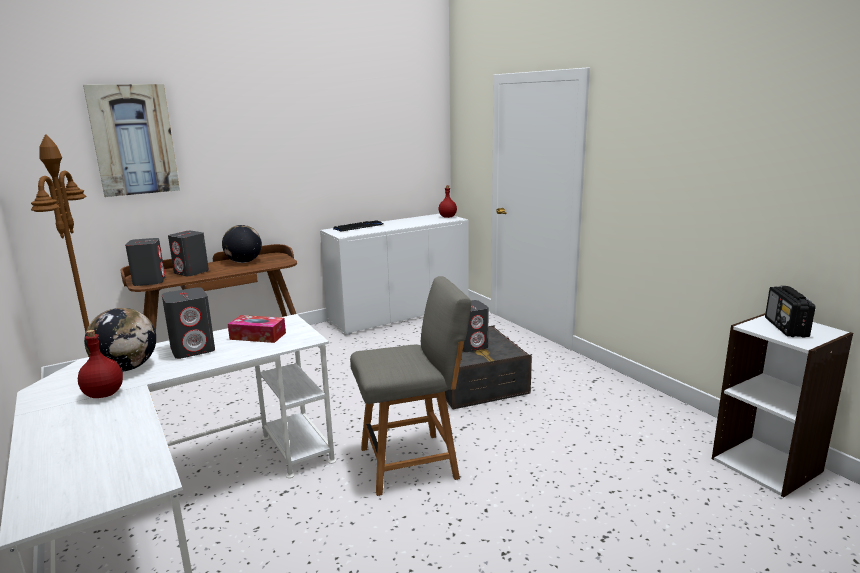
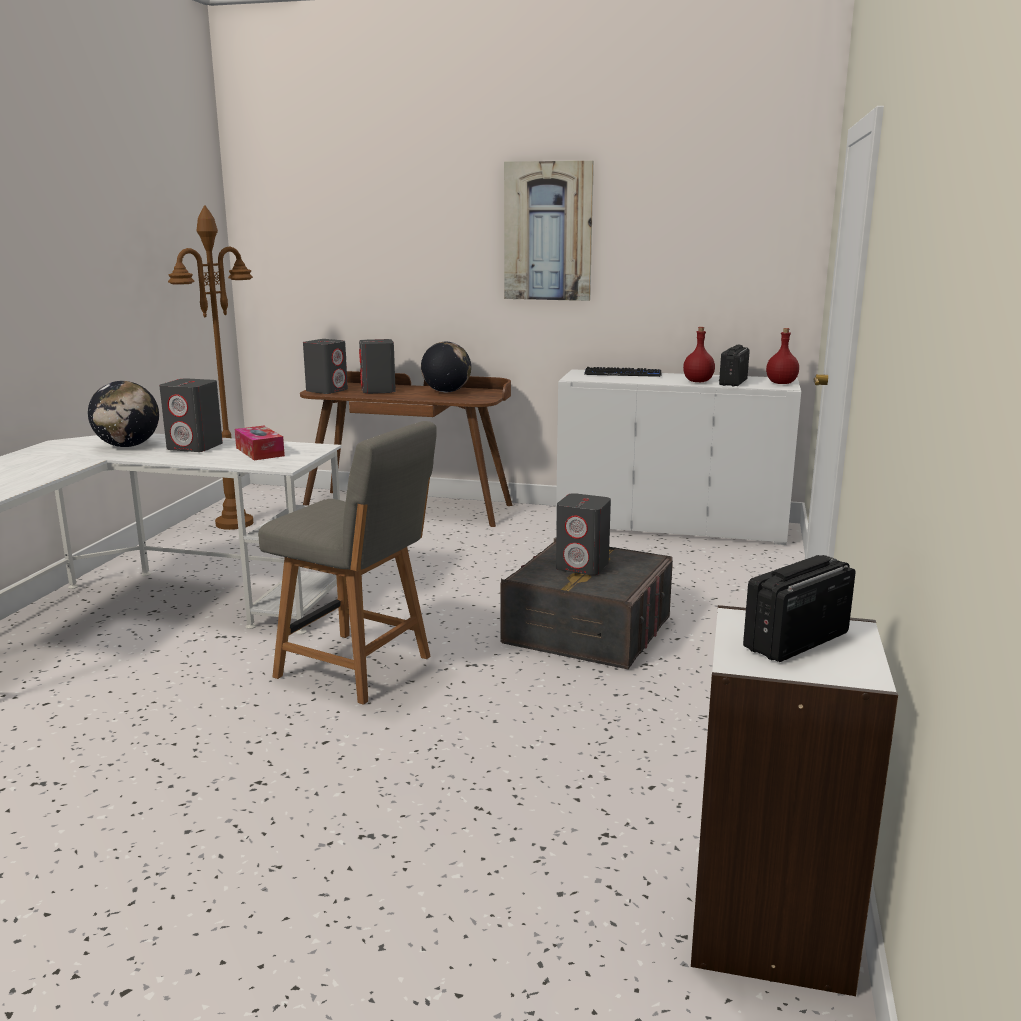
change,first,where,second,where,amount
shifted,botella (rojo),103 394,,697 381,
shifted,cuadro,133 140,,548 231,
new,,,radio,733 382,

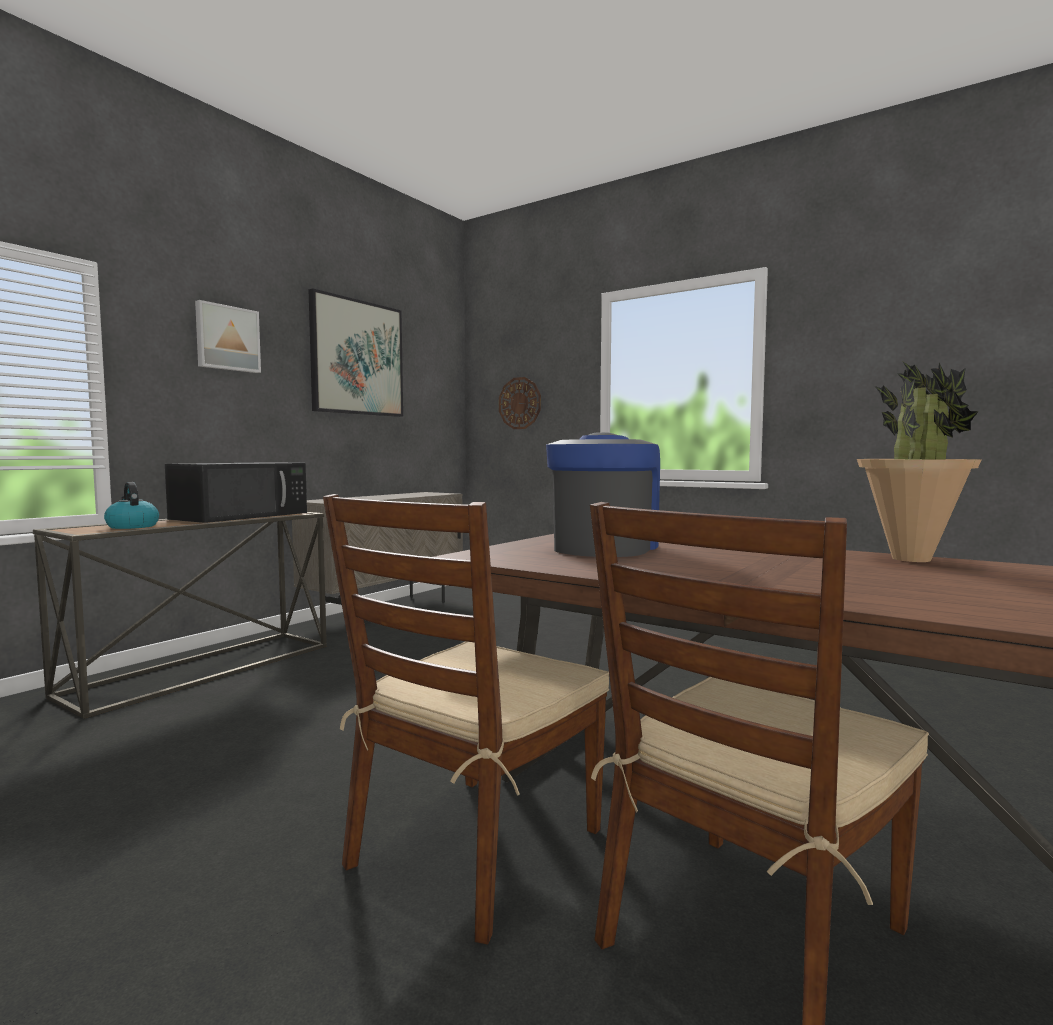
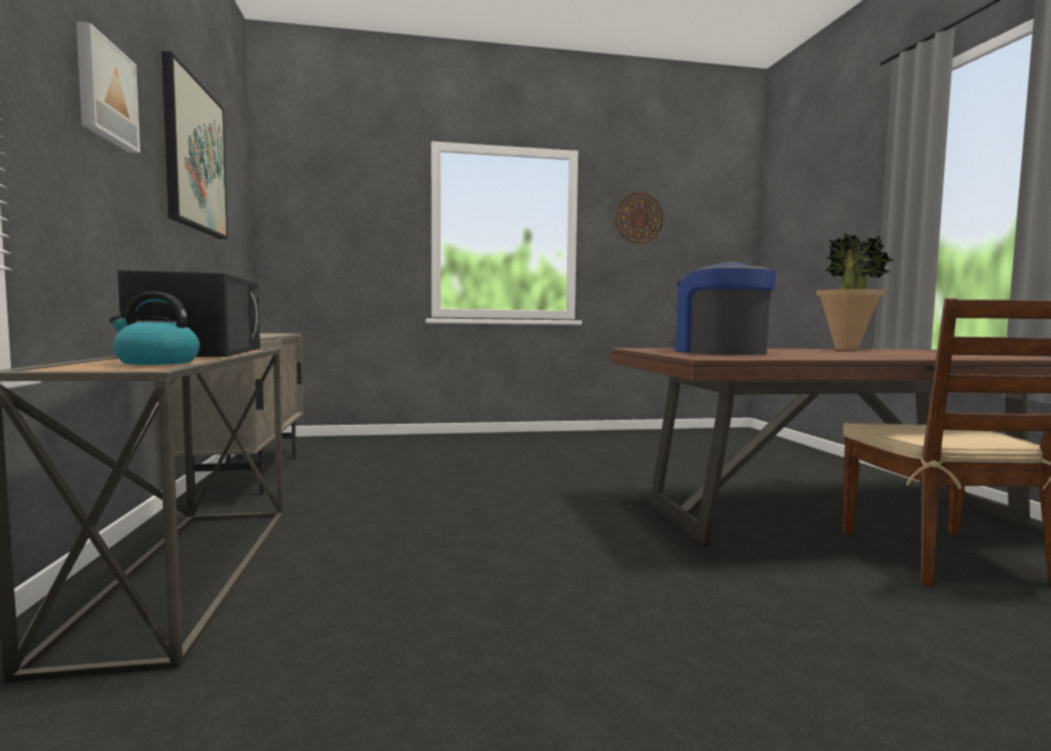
change,first,where,second,where,amount
gone,silla (marrón),475 848,,,
shifted,reloj de pared,520 403,,638 218,

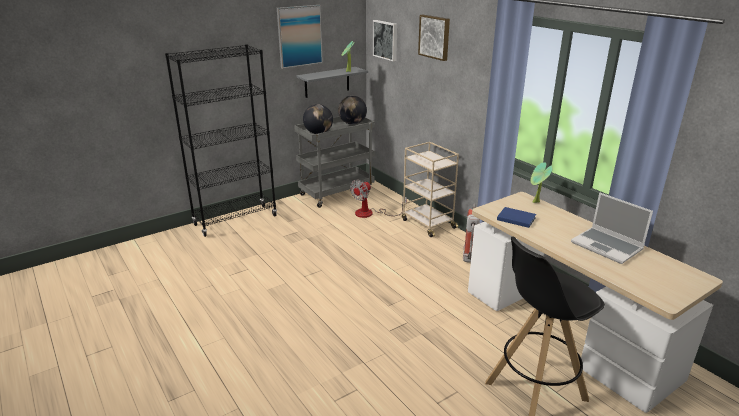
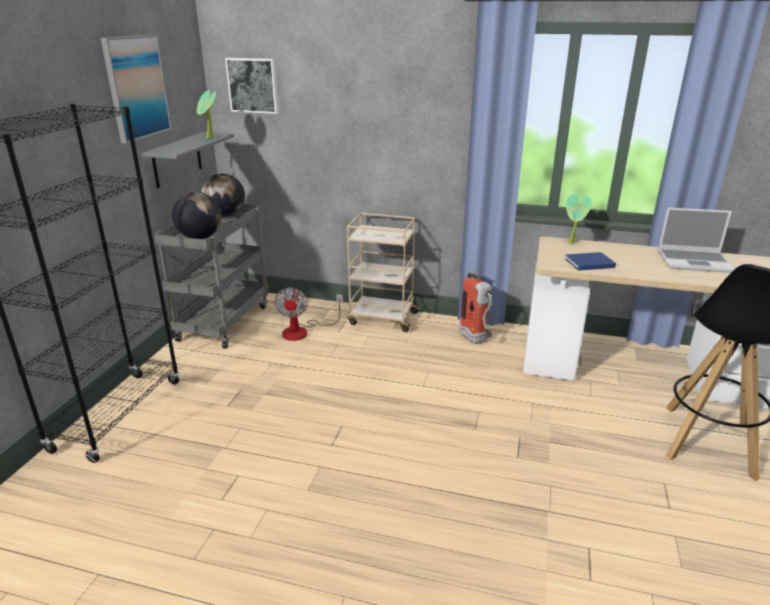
change,first,where,second,where,amount
gone,cuadro,435 37,,,

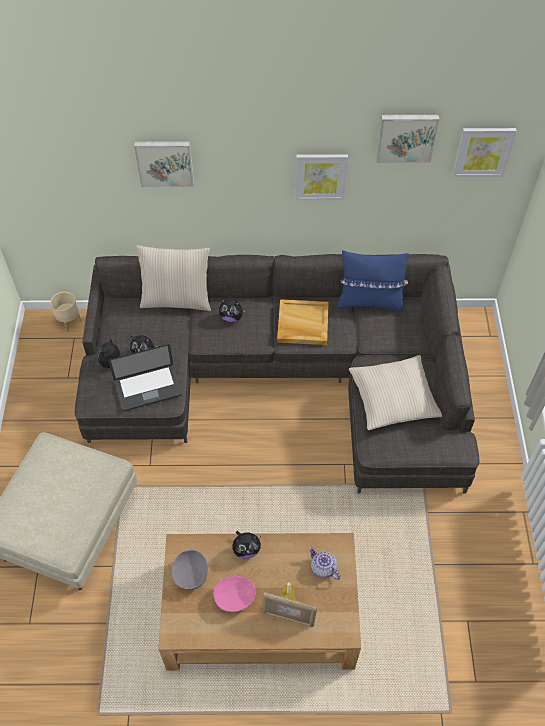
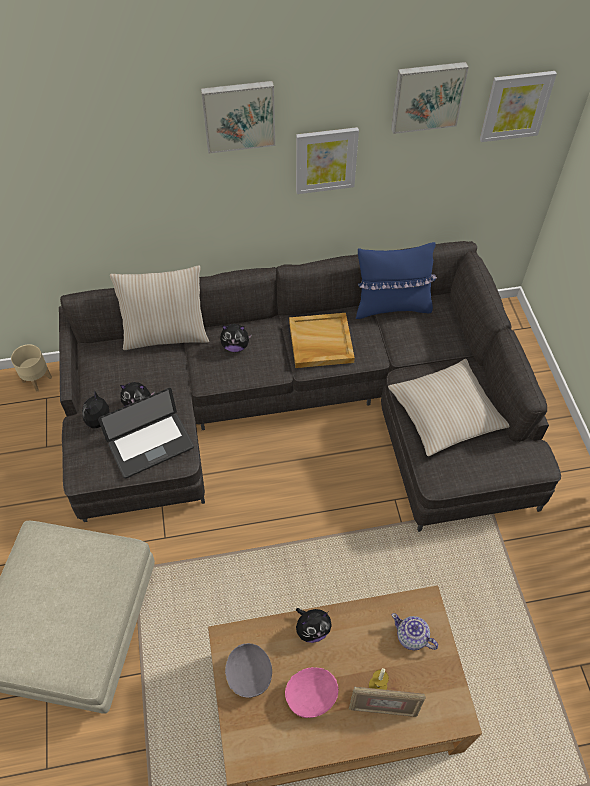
change,first,where,second,where,amount
shifted,cuadro,165 162,,238 115,

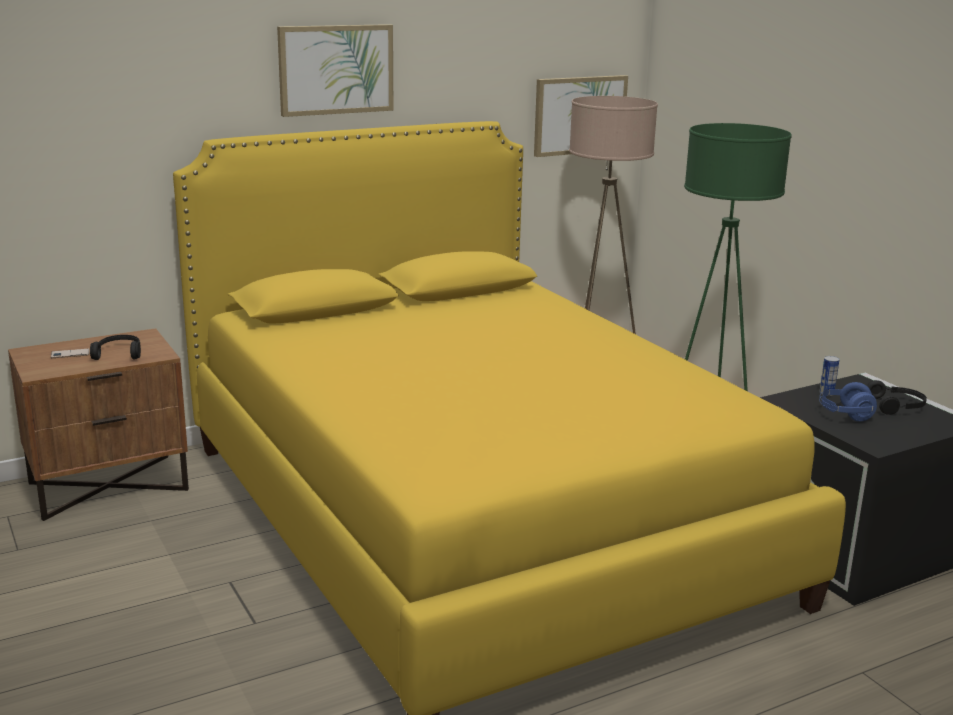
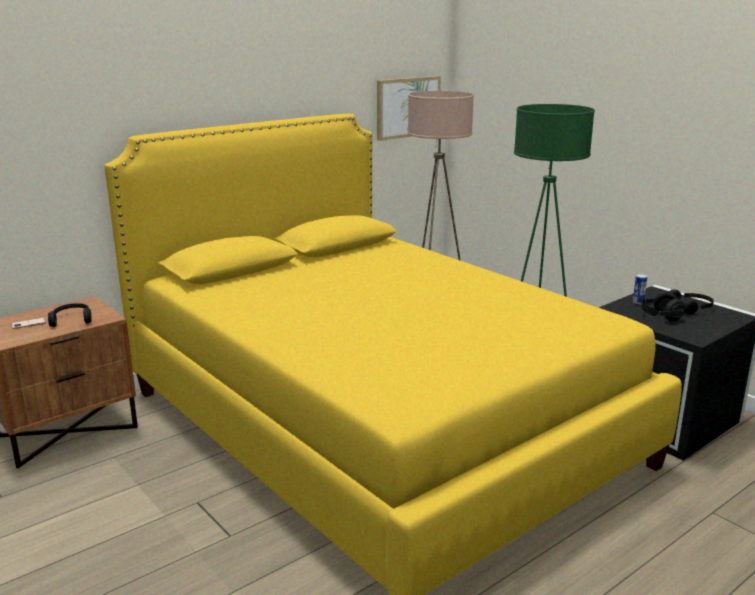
change,first,where,second,where,amount
gone,cuadro,336 69,,,
repainted,auriculares (azul),844 415,auriculares (negro),660 317,

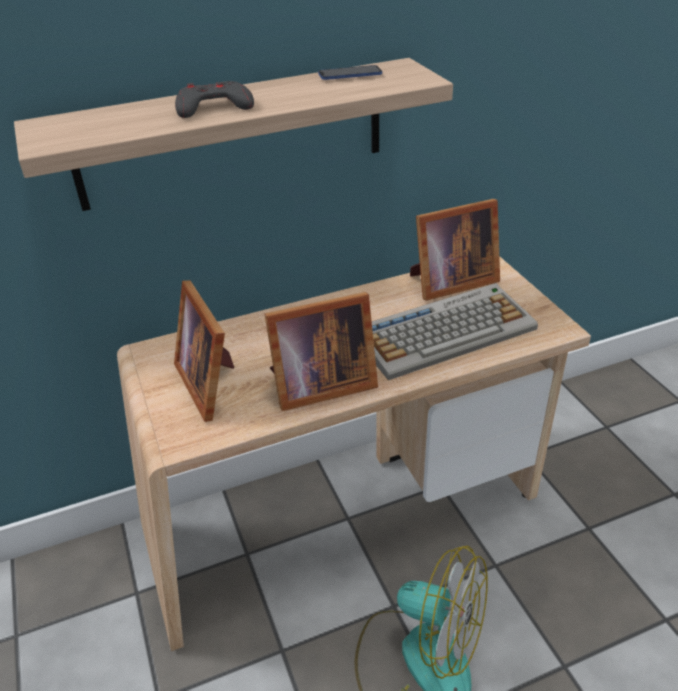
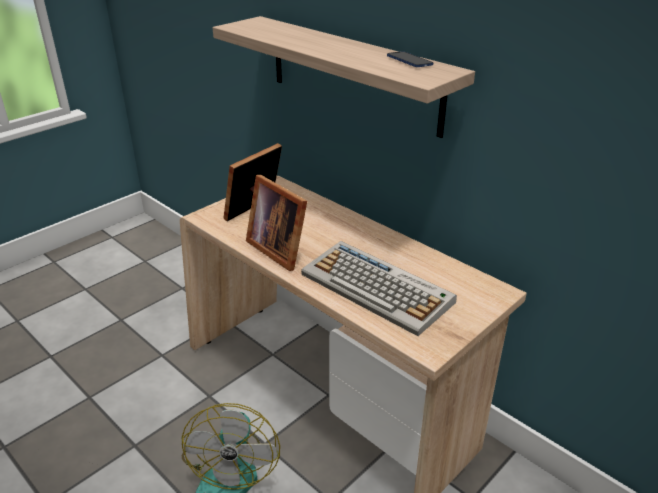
change,first,where,second,where,amount
gone,mando de consola (gris),213 107,,,
gone,portarretratos,449 282,,,

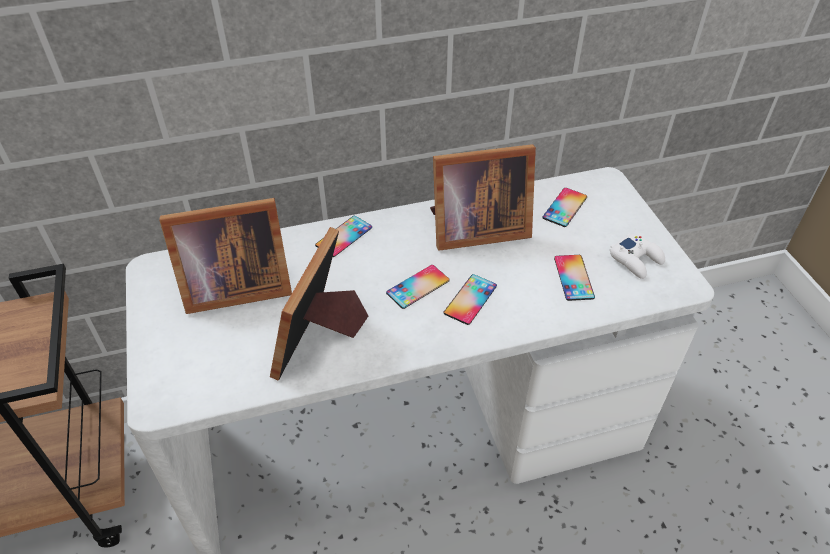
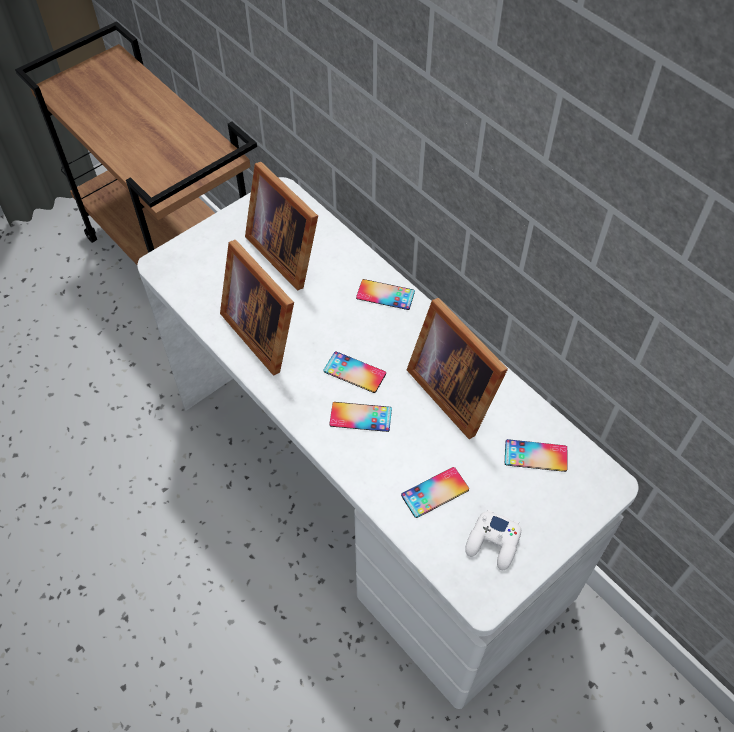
change,first,where,second,where,amount
rotated,portarretratos,321 338,,264 330,120 degrees counterclockwise

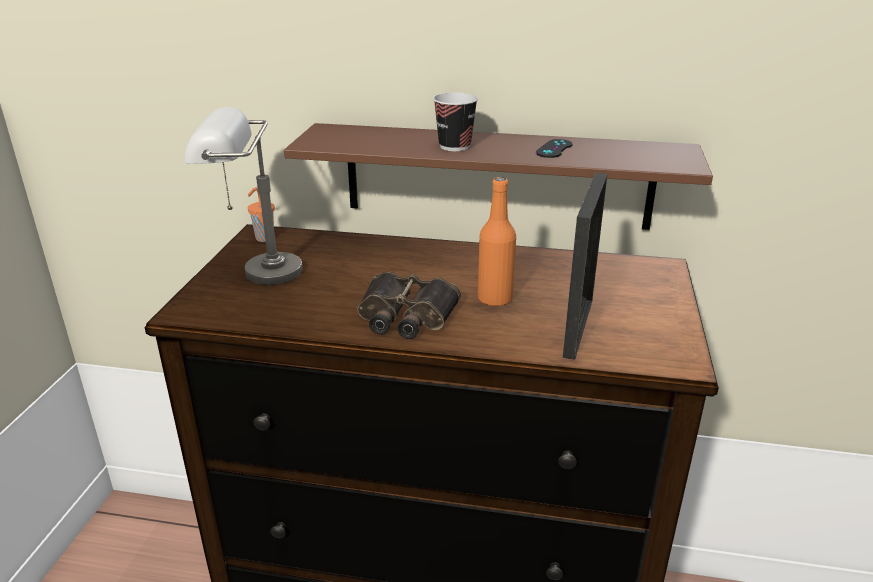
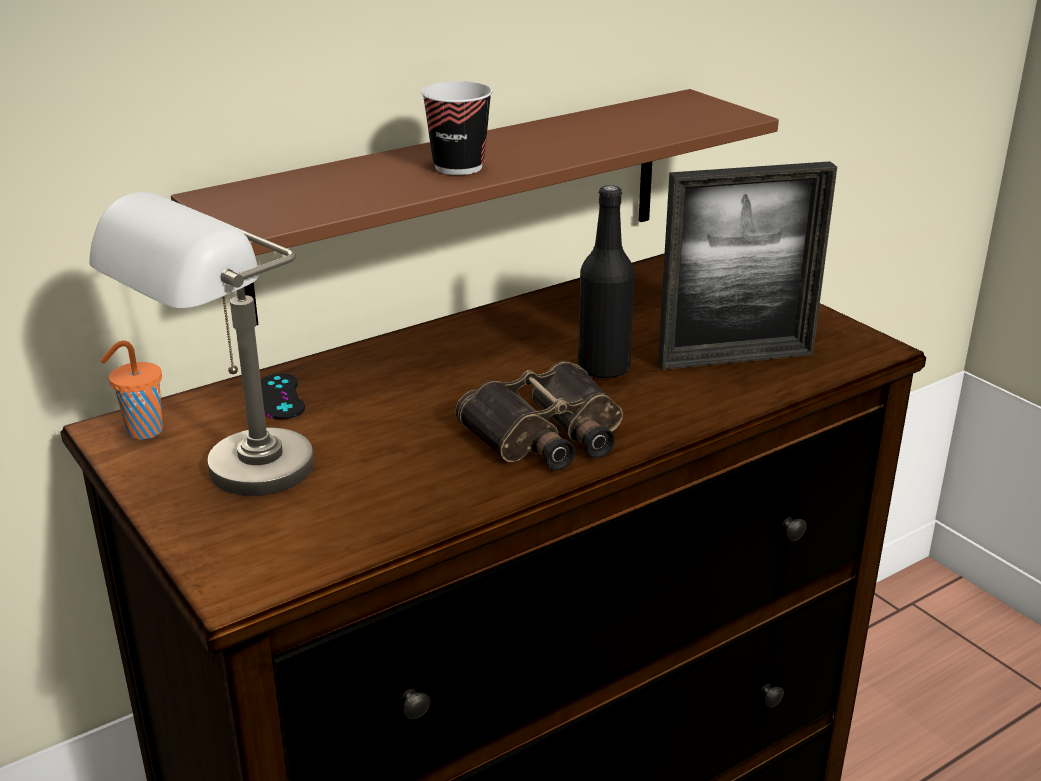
change,first,where,second,where,amount
repainted,botella (naranja),495 299,botella (negro),603 368,
shifted,mando de consola (negro),554 149,,281 397,
rotated,portarretratos,578 328,,735 358,105 degrees clockwise

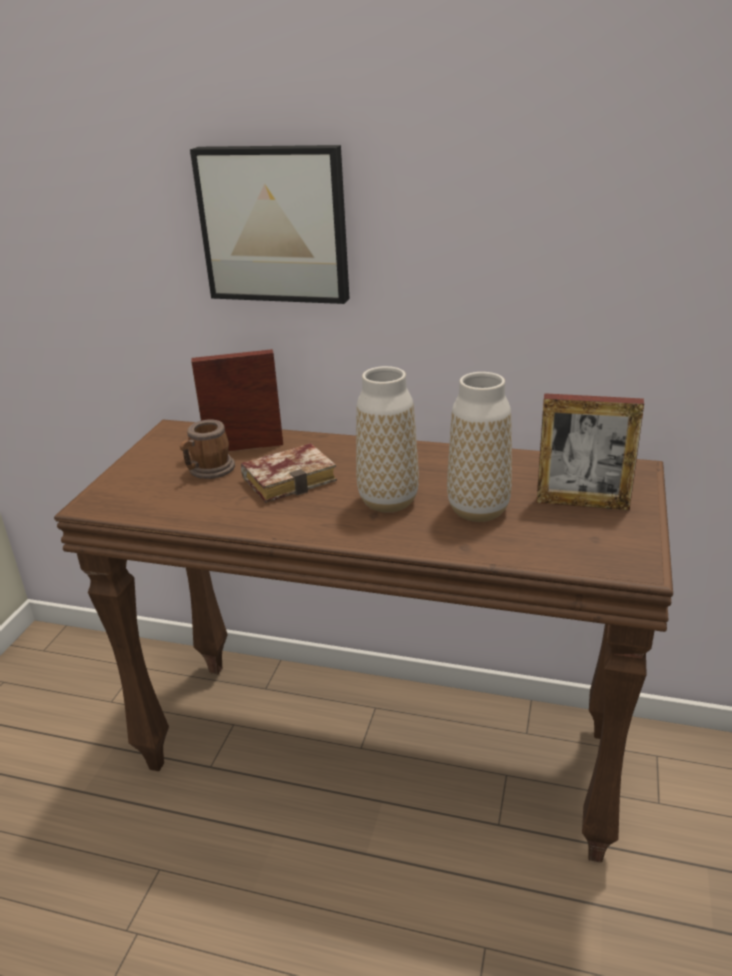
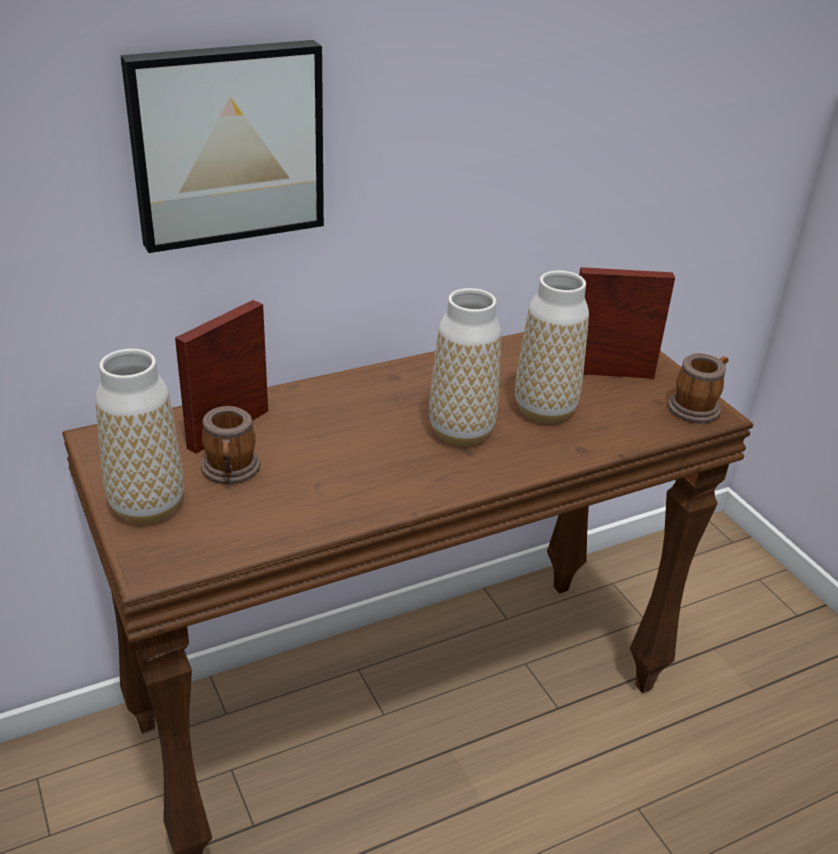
change,first,where,second,where,amount
gone,libro,291 478,,,
rotated,portarretratos,582 503,,609 373,150 degrees counterclockwise
new,,,florero,147 506,
new,,,taza grande,697 407,

